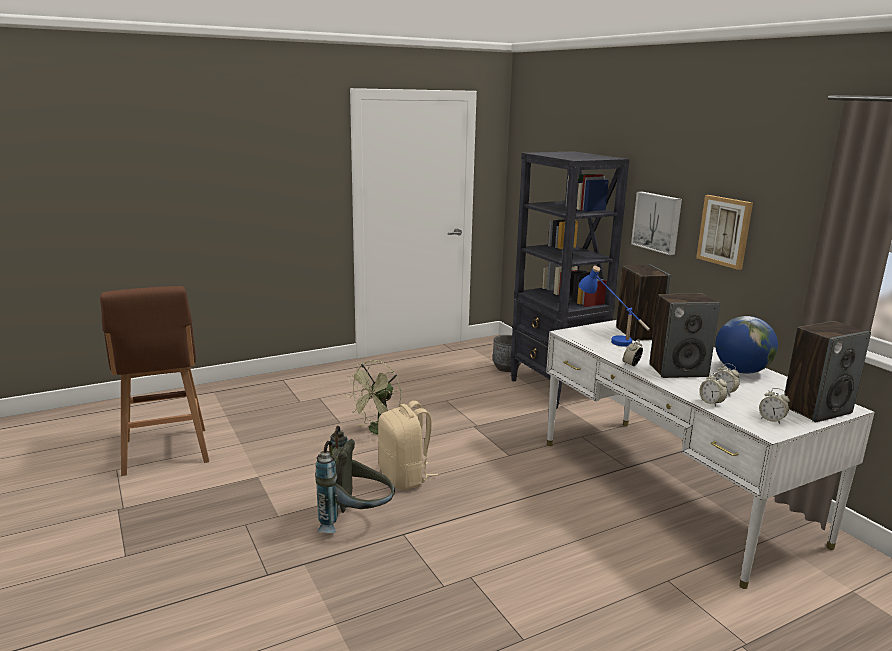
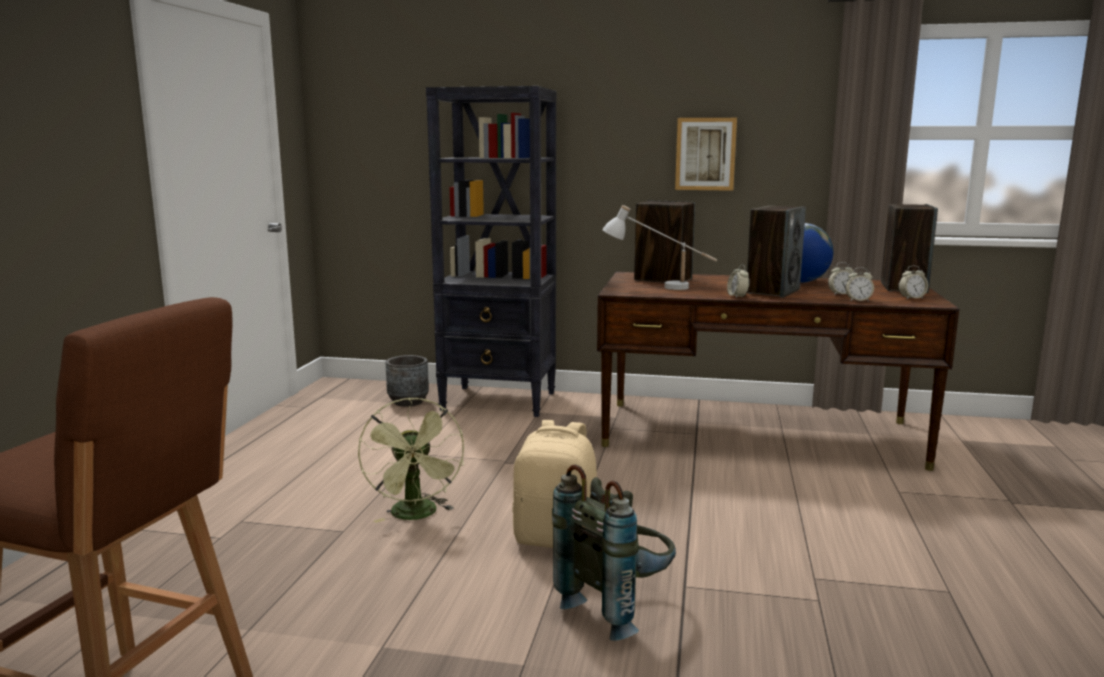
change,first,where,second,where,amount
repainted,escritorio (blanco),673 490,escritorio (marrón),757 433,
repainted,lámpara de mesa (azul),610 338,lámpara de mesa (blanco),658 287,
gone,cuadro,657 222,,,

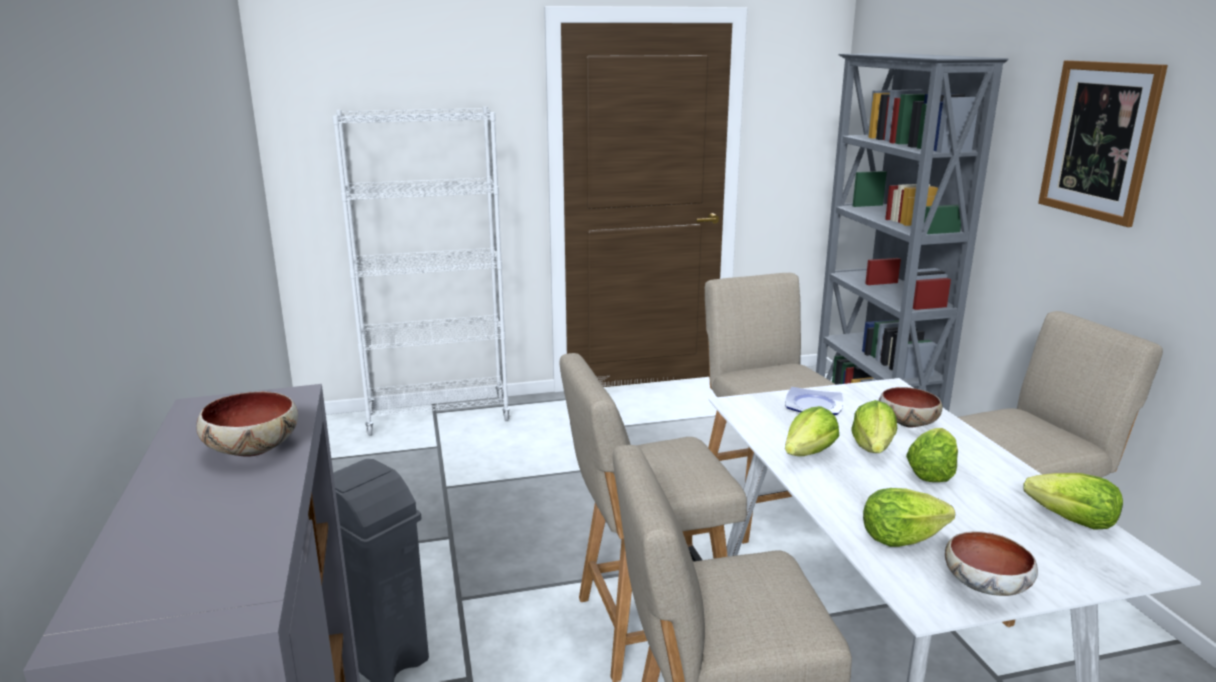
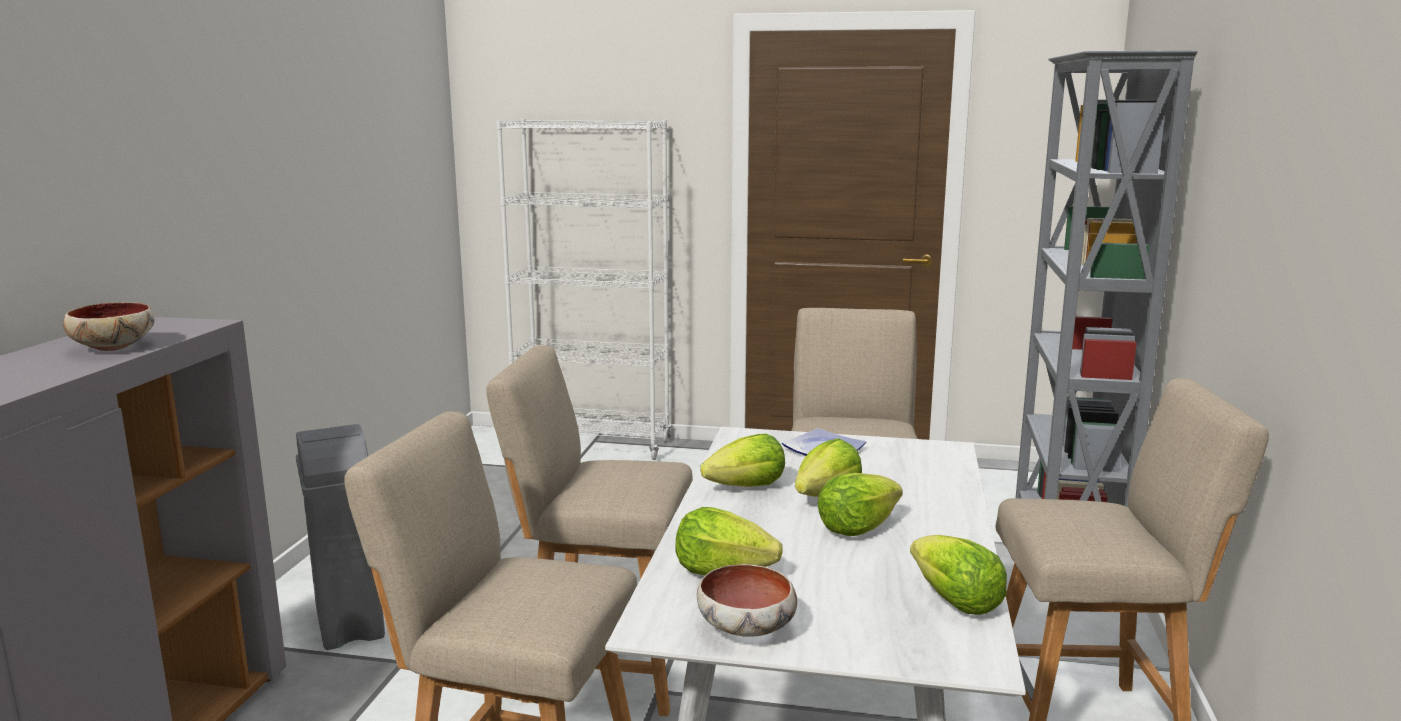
change,first,where,second,where,amount
gone,cuenco,906 423,,,
gone,cuadro,1099 140,,,

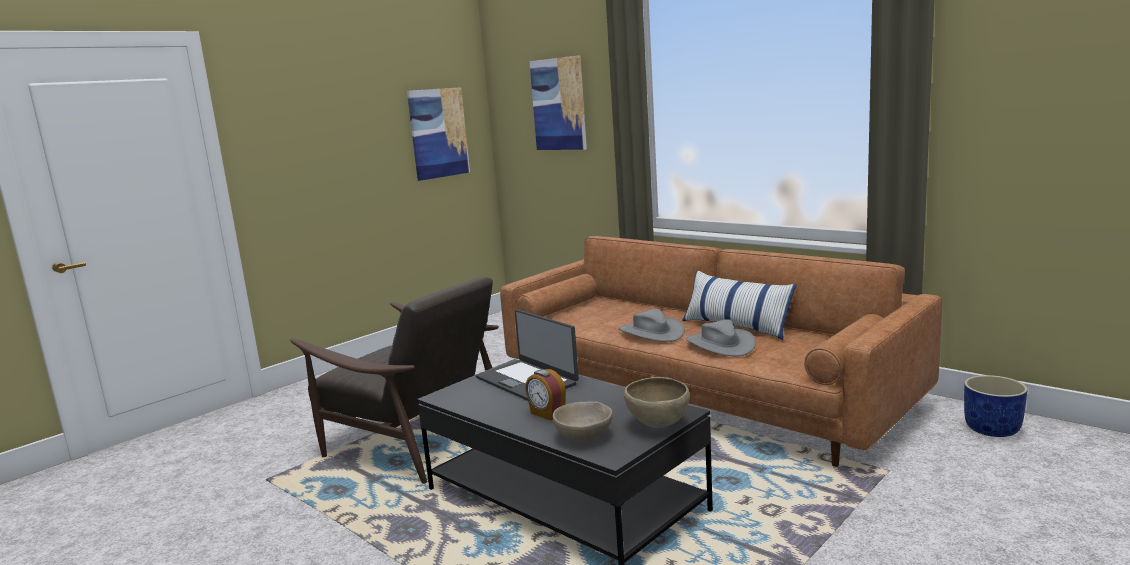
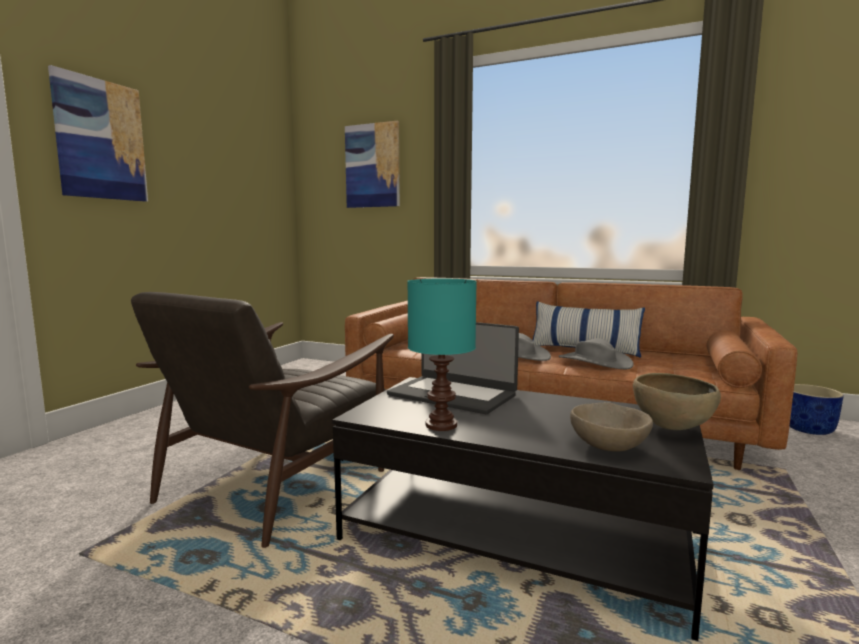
change,first,where,second,where,amount
rotated,sillón (marrón),413 441,,278 482,105 degrees clockwise
shifted,cuadro,438 133,,101 140,
gone,despertador,547 414,,,
new,,,lámpara de mesa (turquesa),440 425,

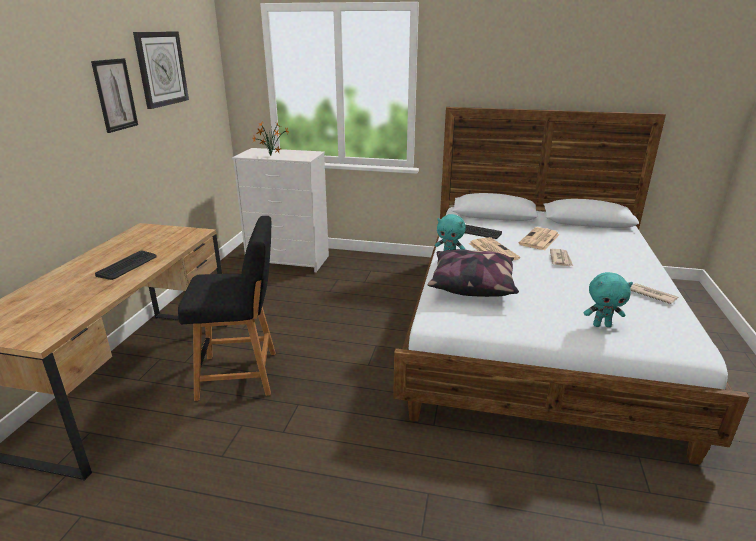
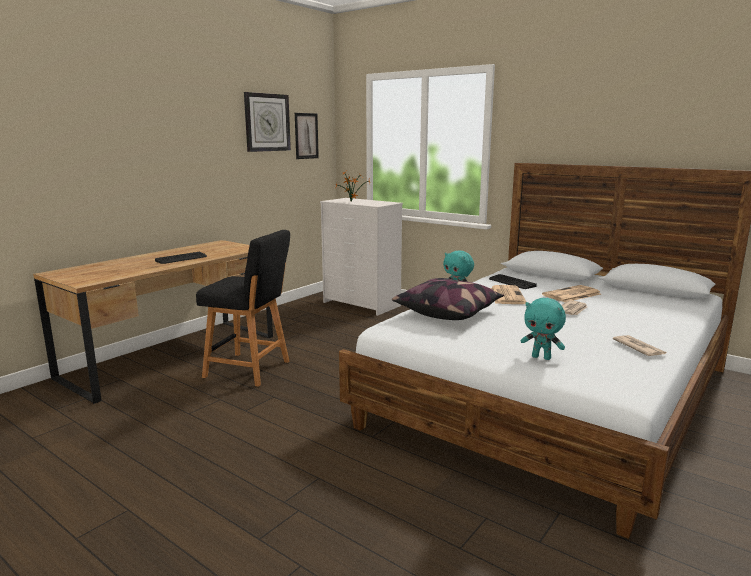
change,first,where,second,where,amount
shifted,cuadro,115 95,,306 136,

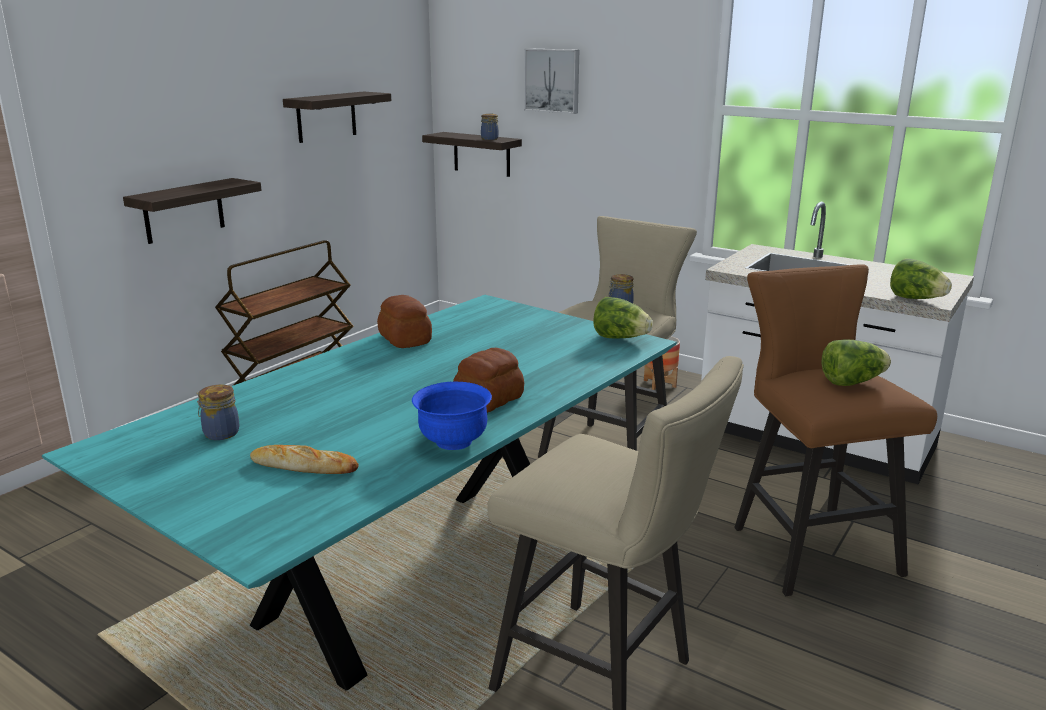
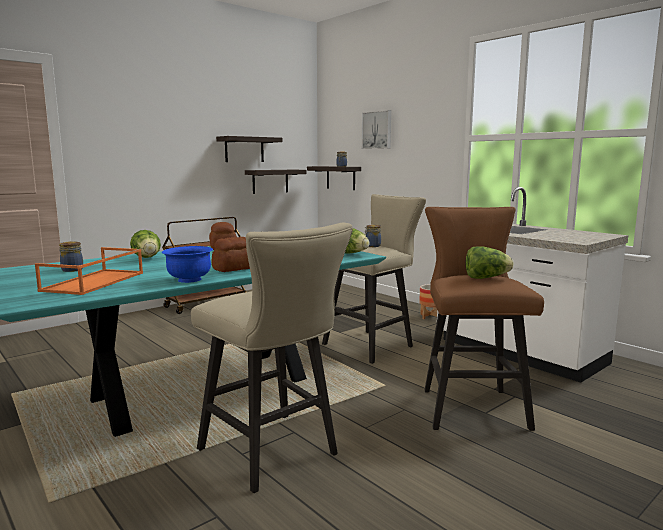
change,first,where,second,where,amount
shifted,estante,184 211,,270 181,
swapped,pan,304 466,bandeja (naranja),94 282,
shifted,lechuga,915 299,,148 258,

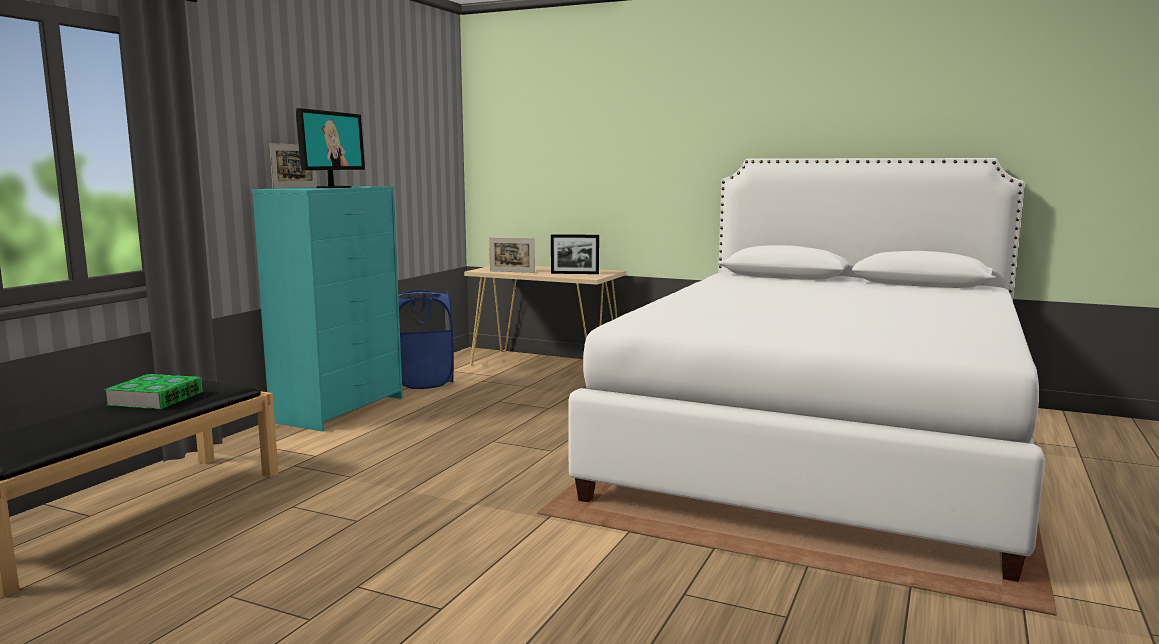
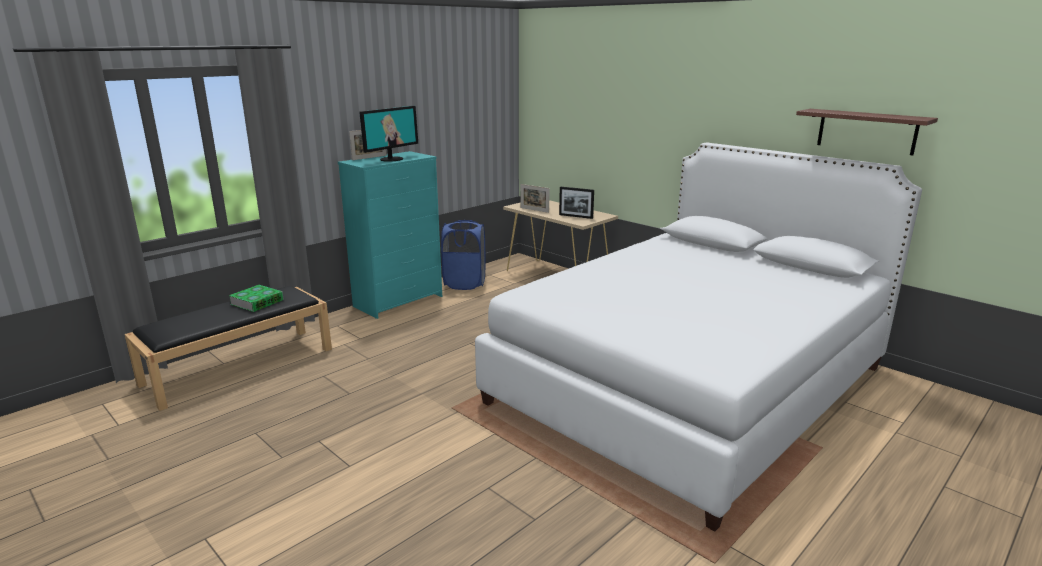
change,first,where,second,where,amount
new,,,estante,866 131,

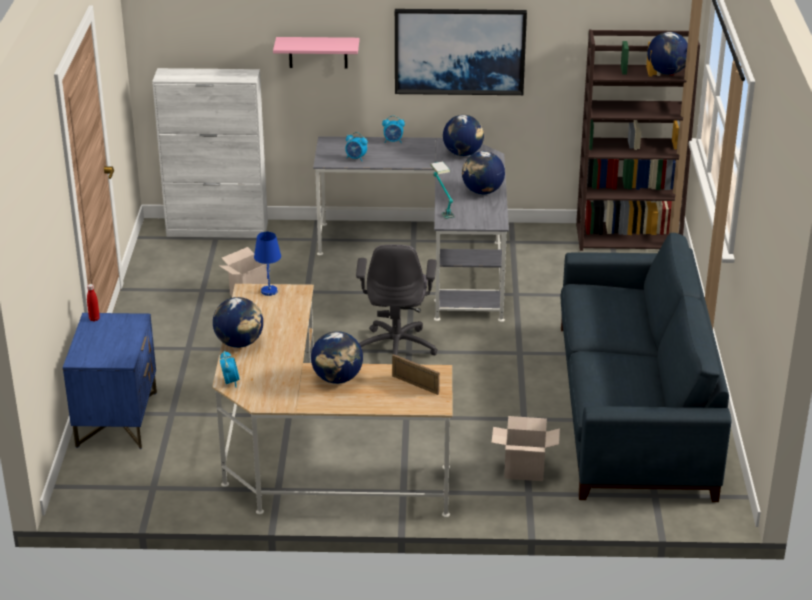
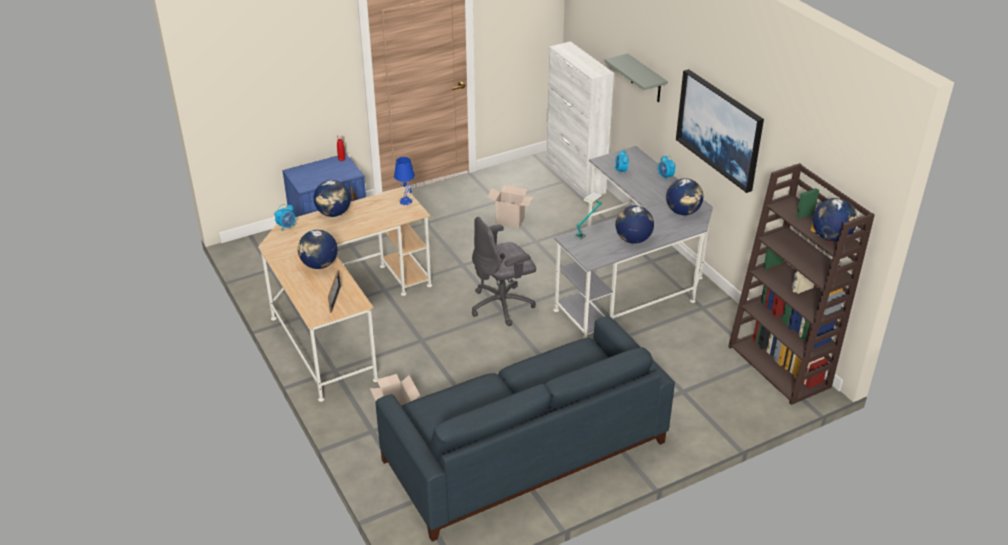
change,first,where,second,where,amount
repainted,estante (rosa),318 52,estante (gris),646 79,

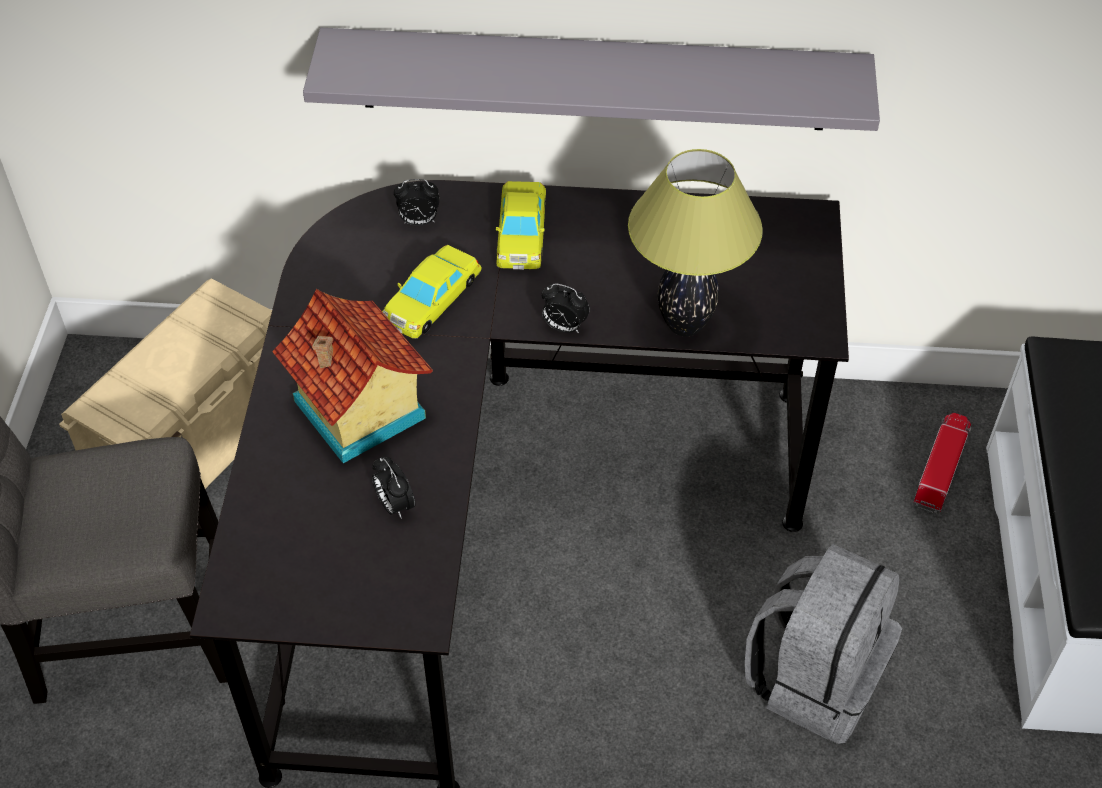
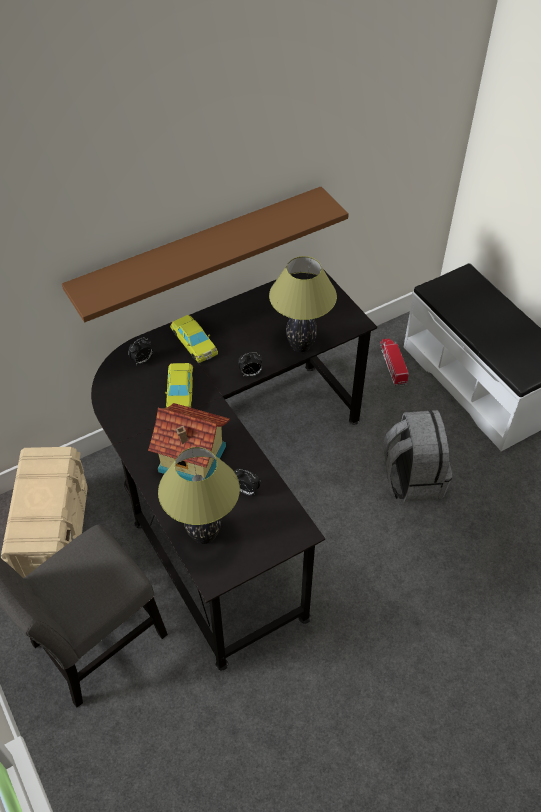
change,first,where,second,where,amount
repainted,estante (gris),593 79,estante (marrón),199 252,
new,,,lámpara de mesa,203 535,

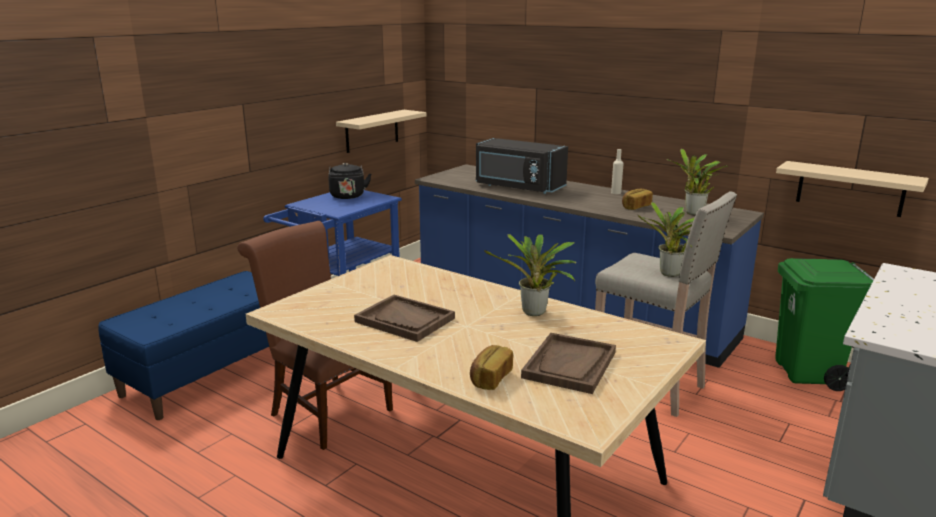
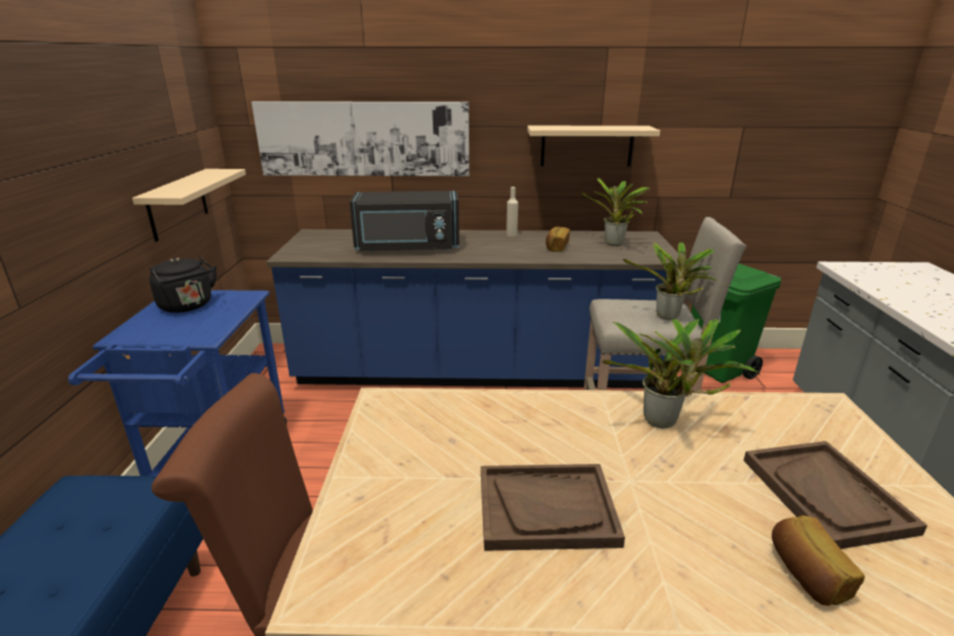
change,first,where,second,where,amount
shifted,estante (beis),850 189,,586 146,
new,,,cuadro,363 139,

